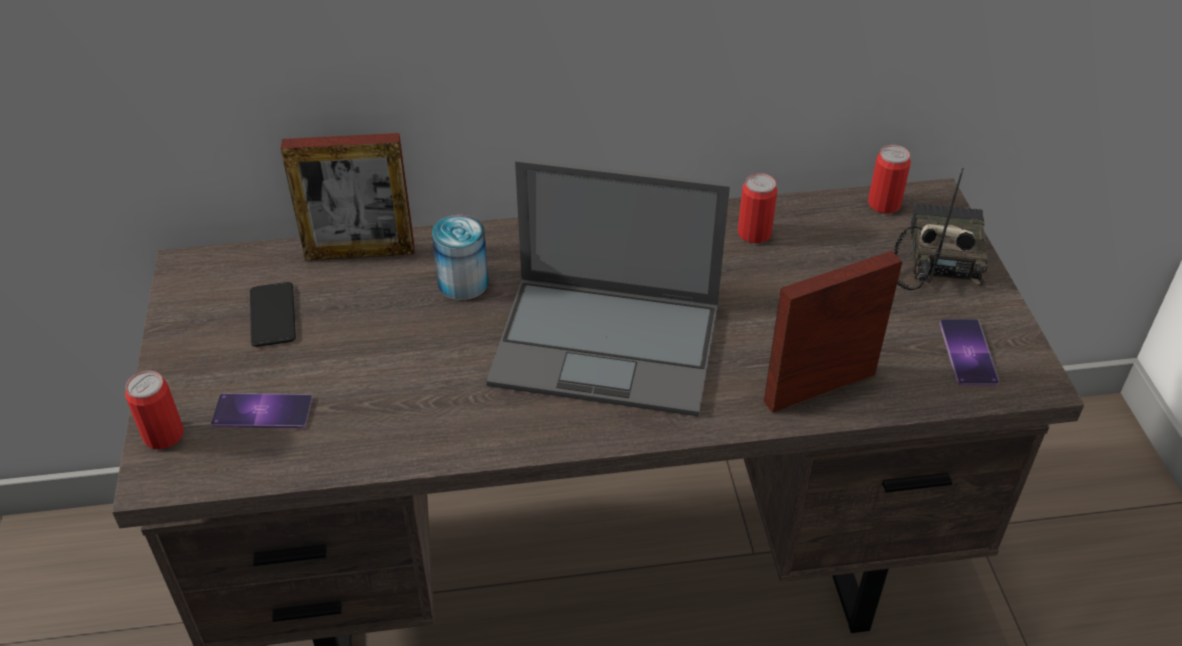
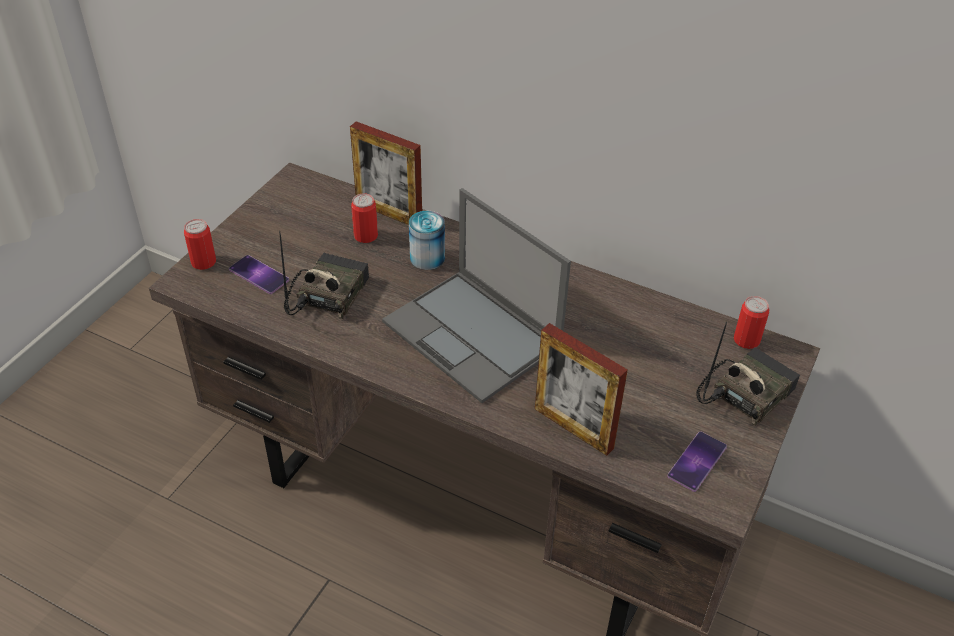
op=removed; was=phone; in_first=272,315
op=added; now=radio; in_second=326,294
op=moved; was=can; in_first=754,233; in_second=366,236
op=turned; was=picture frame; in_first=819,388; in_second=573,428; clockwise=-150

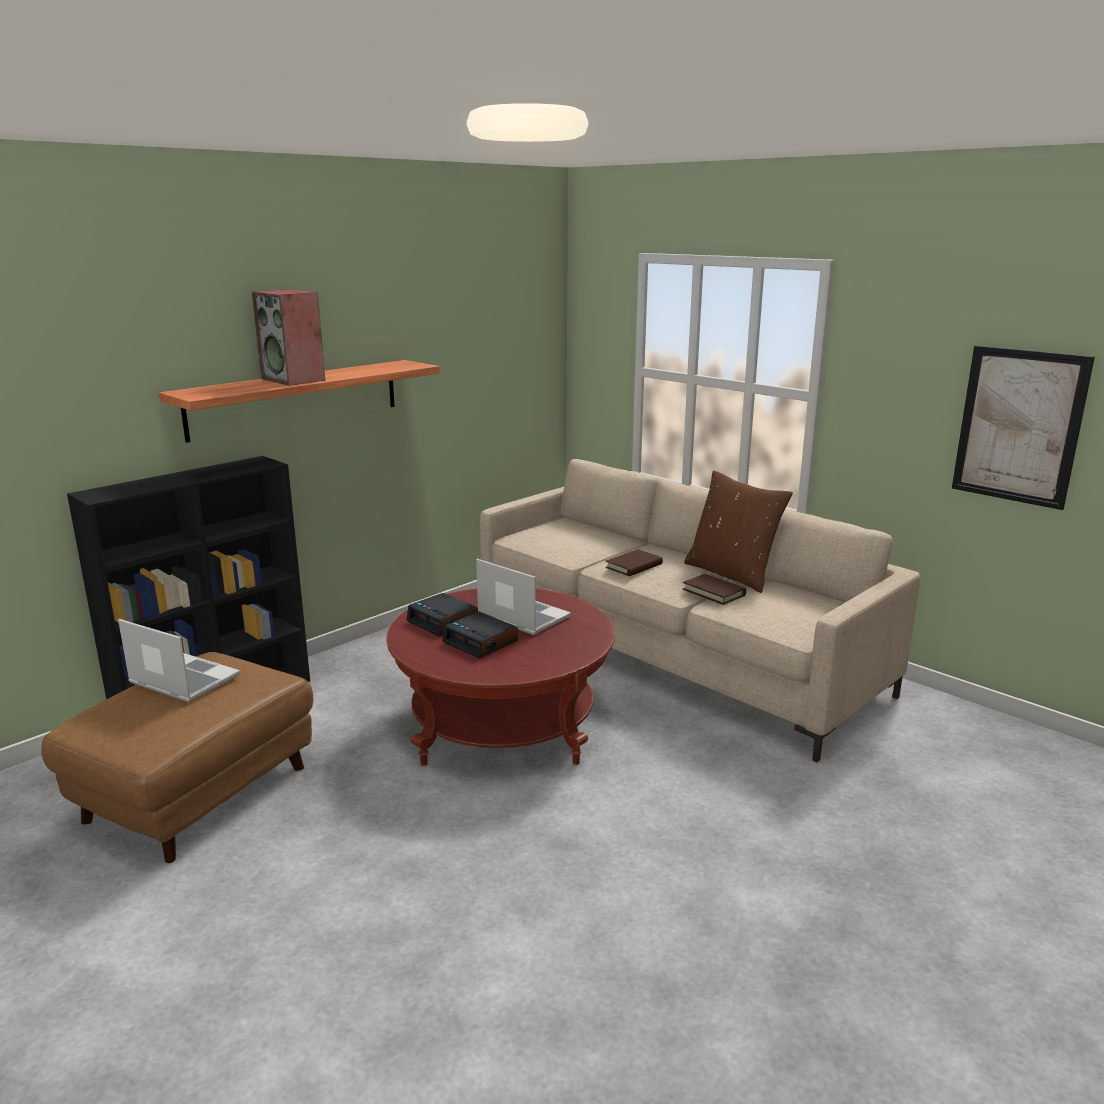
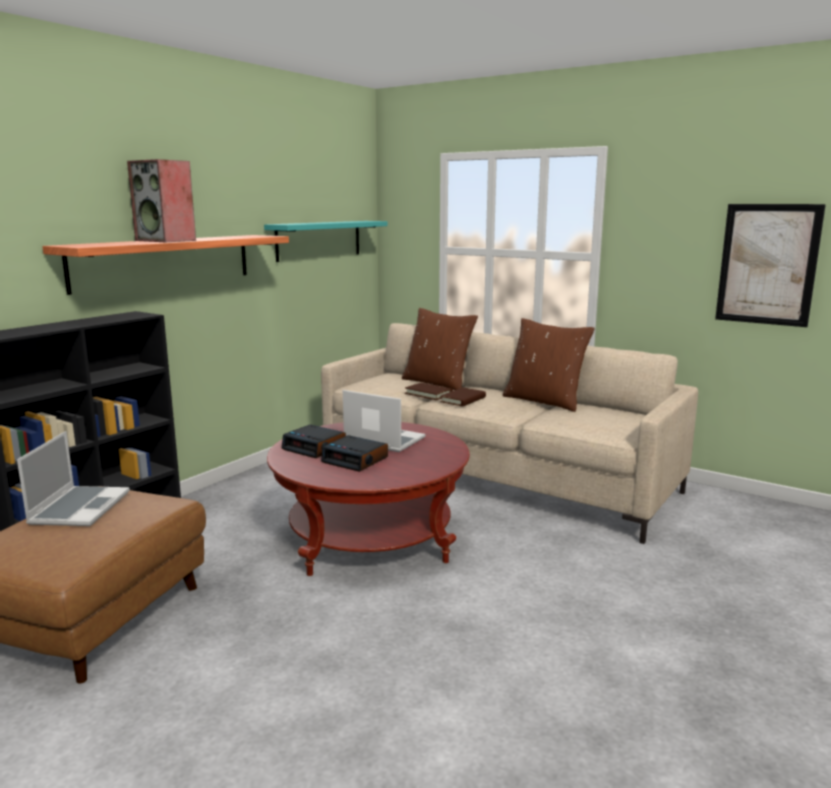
op=added; now=turquoise shelf; in_second=319,240
op=added; now=brown pillow; in_second=438,383
op=moved; was=brown book; in_first=714,592; in_second=428,394
op=turned; was=laptop; in_first=182,680; in_second=79,507; clockwise=75

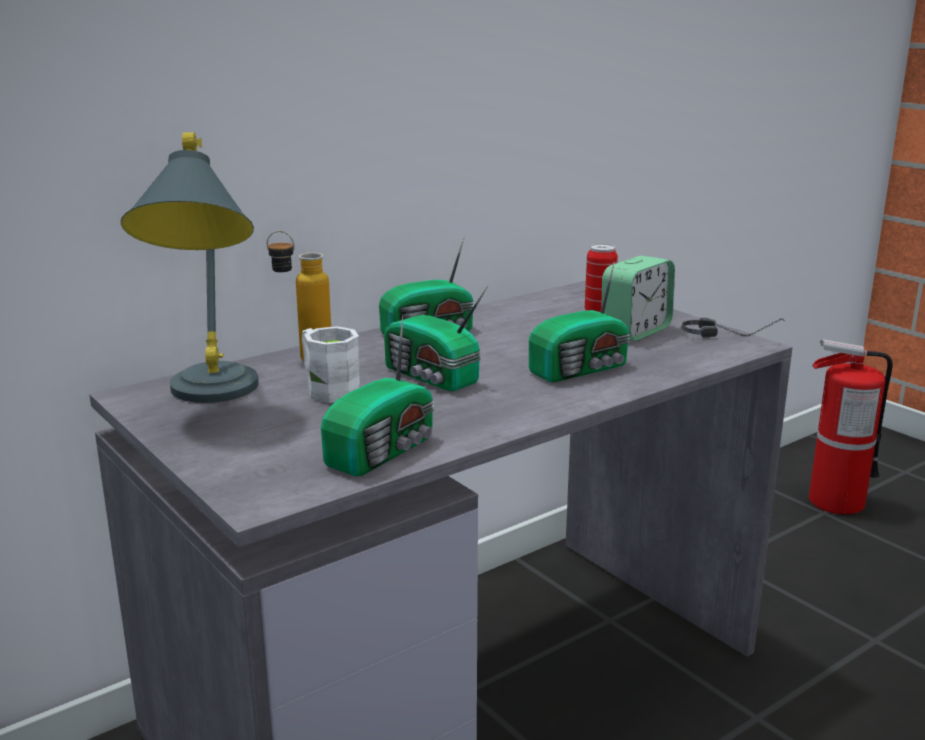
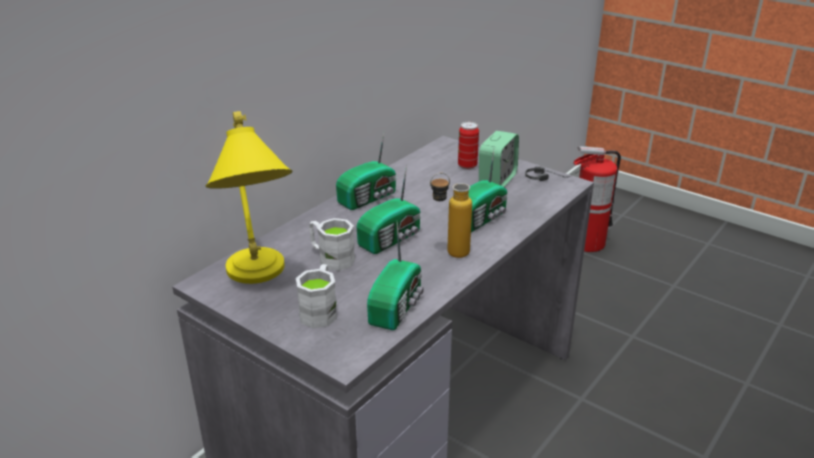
op=added; now=white mug; in_second=320,310
op=moved; was=bottle; in_first=303,358; in_second=449,253
op=recoloured; was=grey table lamp; now=yellow table lamp; in_first=208,399; in_second=258,279
op=turned; was=radio; in_first=431,377; in_second=392,239; clockwise=-75

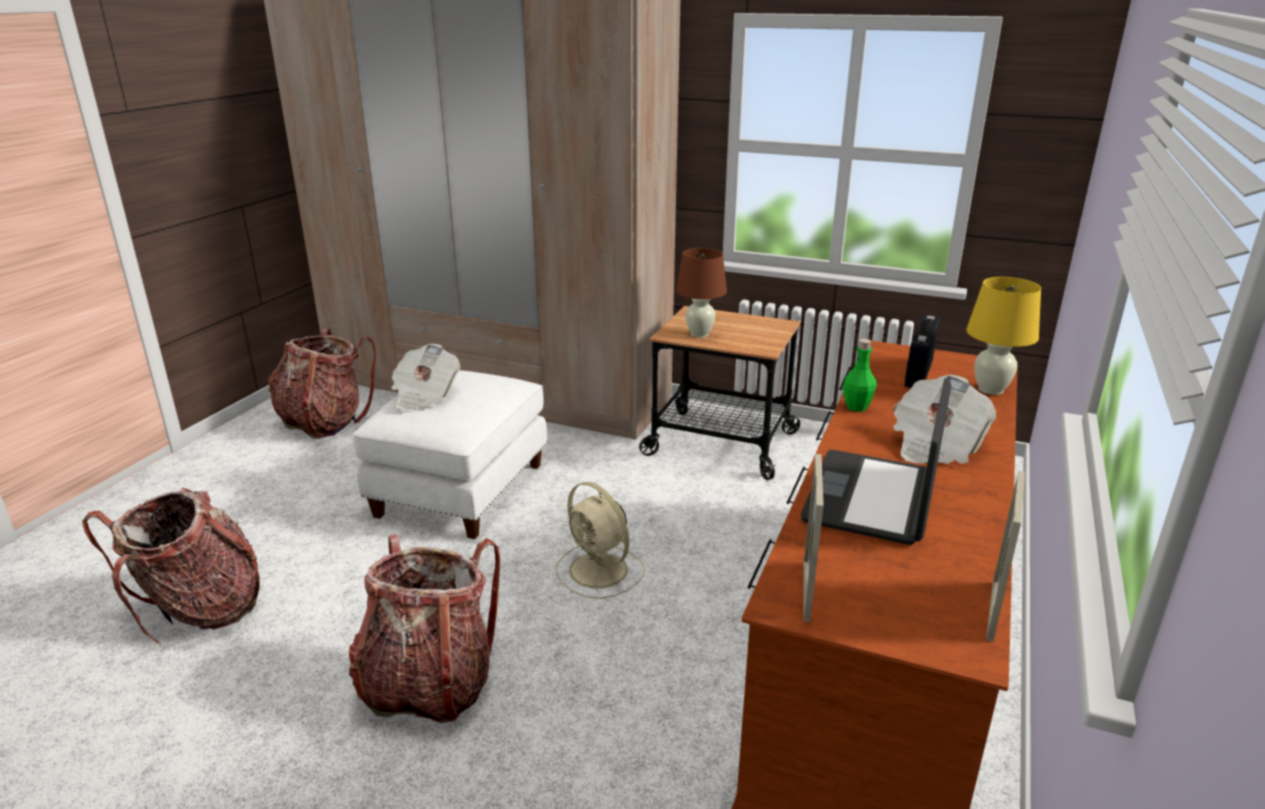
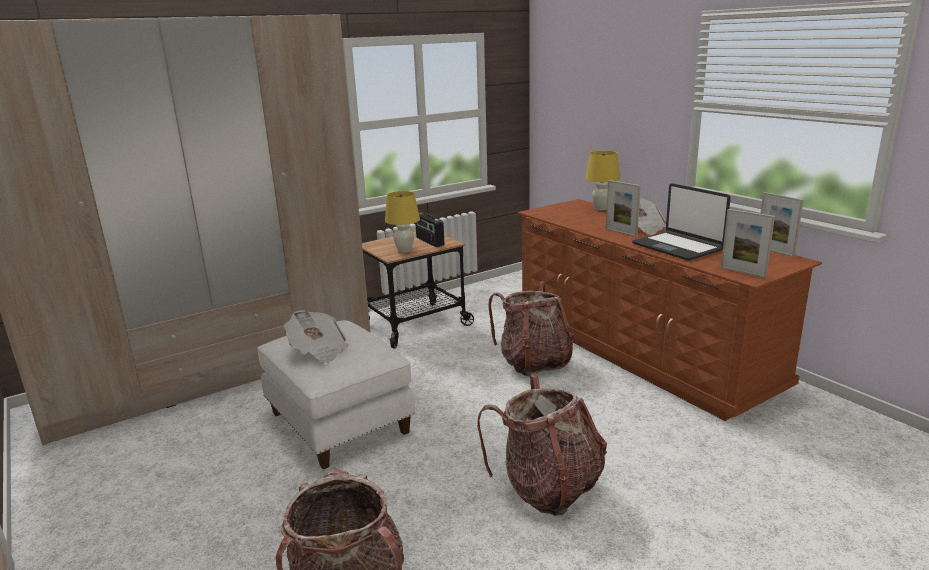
op=removed; was=beige fan; in_first=600,571
op=removed; was=green bottle; in_first=857,407
op=added; now=picture frame; in_second=621,233
op=moved; was=backpack; in_first=325,422; in_second=534,362
op=moved; was=radio; in_first=917,373; in_second=429,242
op=recoloured; was=brown table lamp; now=yellow table lamp; in_first=699,334; in_second=404,250

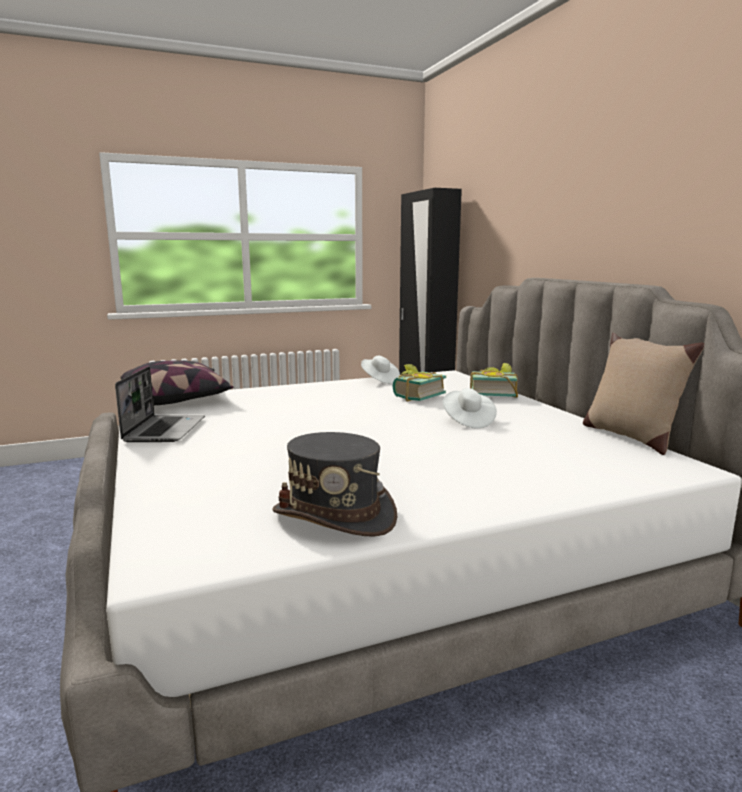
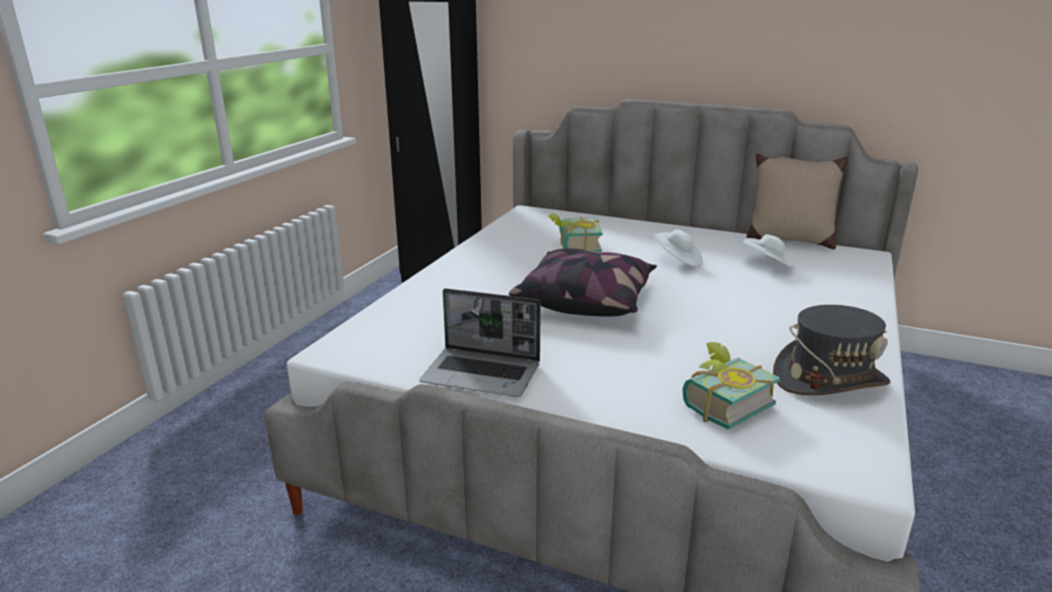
op=moved; was=pillow; in_first=177,399; in_second=585,300
op=moved; was=white hat; in_first=380,380; in_second=767,266
op=moved; was=book; in_first=492,393; in_second=720,404
op=turned; was=laptop; in_first=164,430; in_second=483,374; clockwise=150

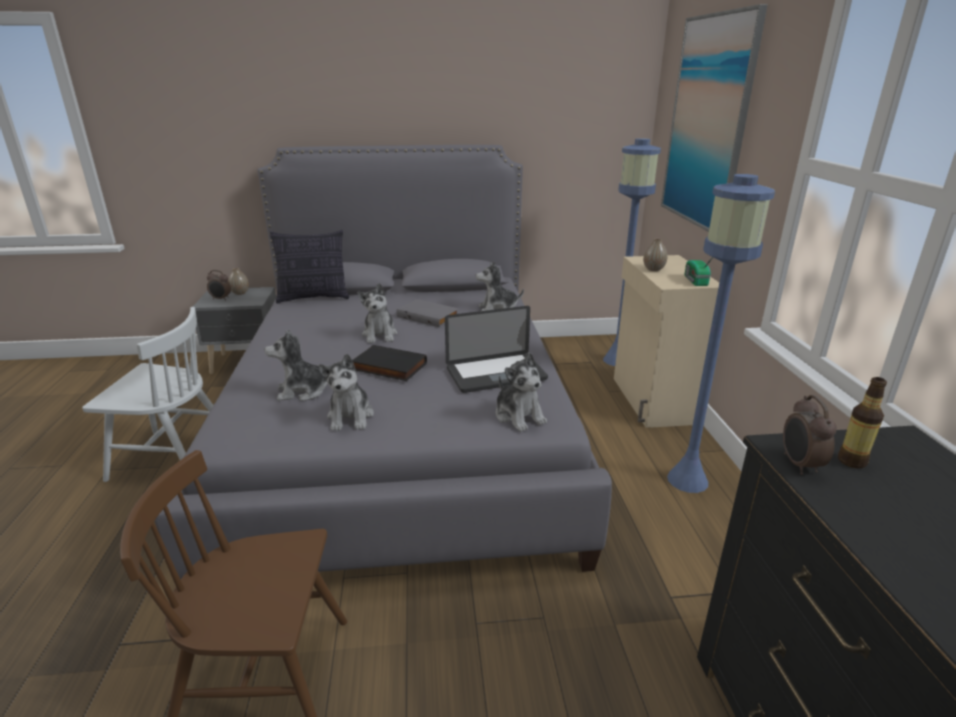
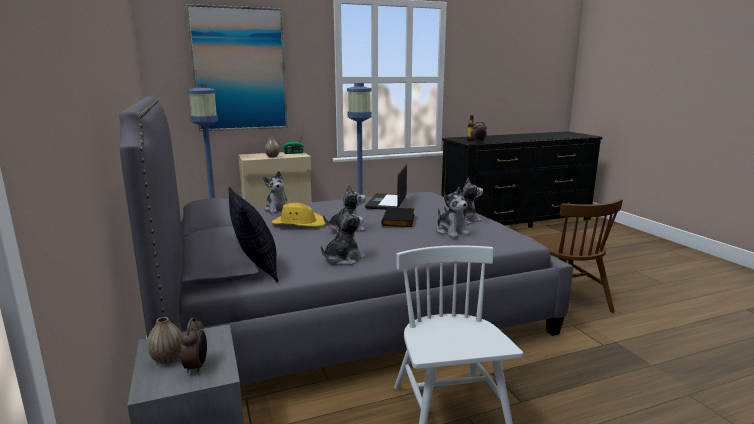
op=moved; was=plush toy; in_first=519,416; in_second=343,259
op=replaced; was=grey book; now=yellow hat; in_first=429,316; in_second=299,223
op=turned; was=laptop; in_first=496,374; in_second=386,202; clockwise=-135

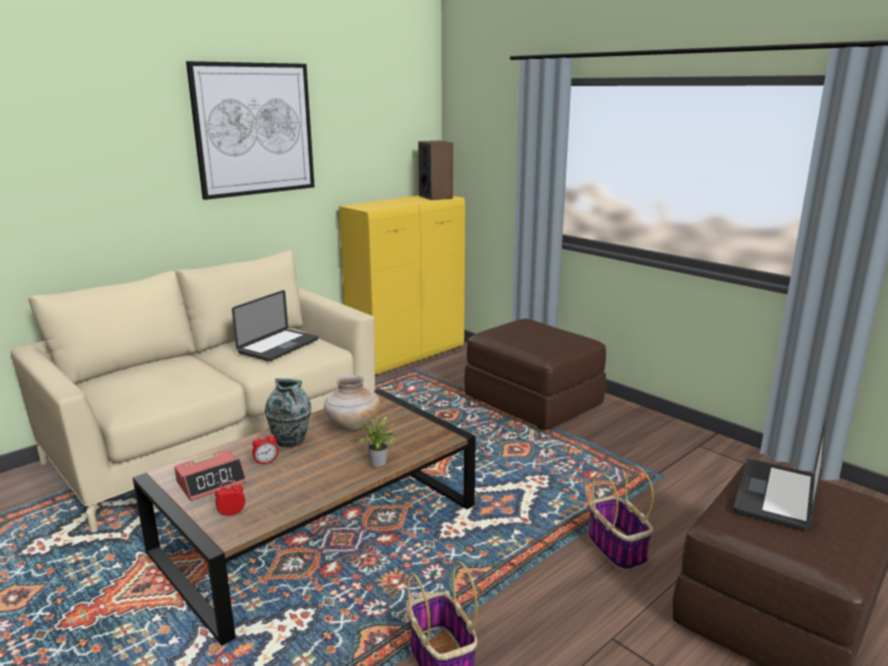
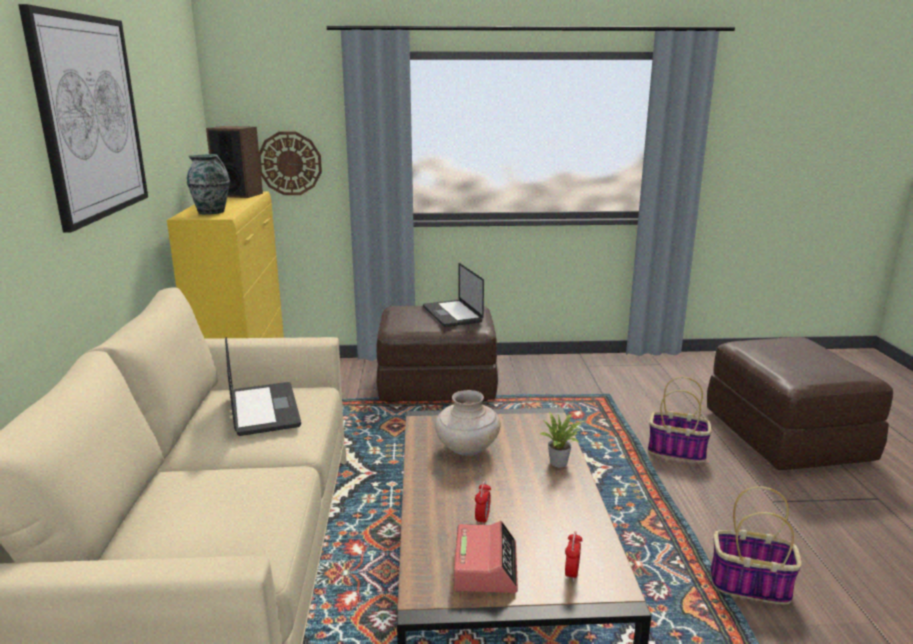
op=added; now=wall clock; in_second=290,163
op=moved; was=vase; in_first=291,441; in_second=212,212
op=moved; was=laptop; in_first=775,495; in_second=452,314

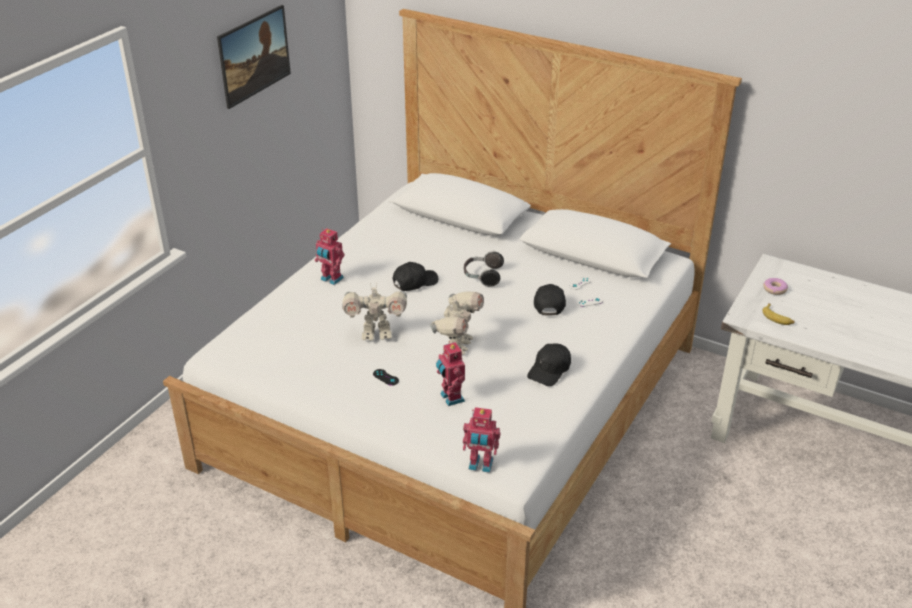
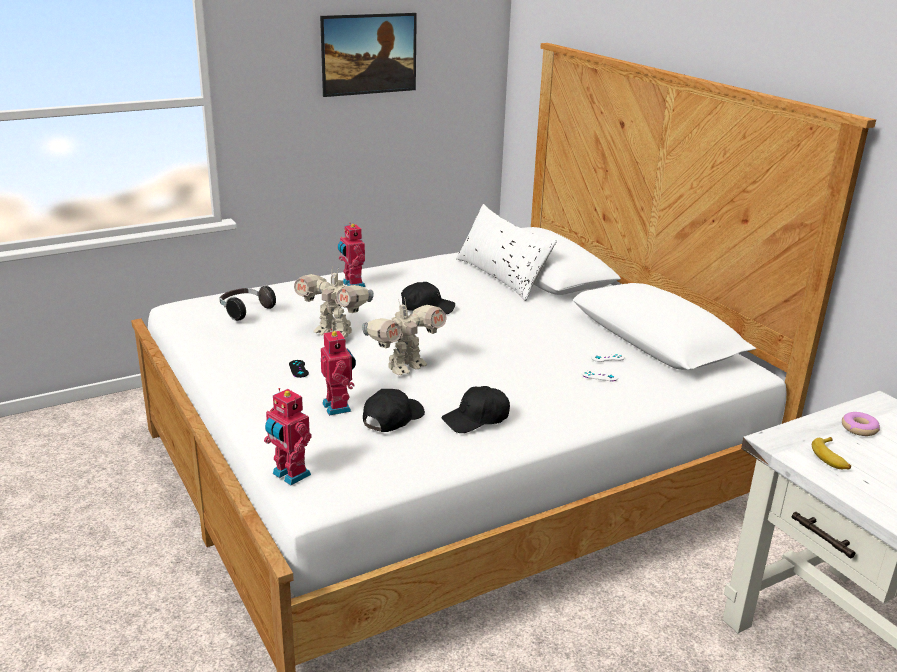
op=added; now=white pillow; in_second=501,276
op=moved; was=headphones; in_first=482,276; in_second=245,311
op=moved; was=black cap; in_first=549,304; in_second=392,418
op=turned; was=toy robot; in_first=450,398; in_second=339,407; clockwise=150

